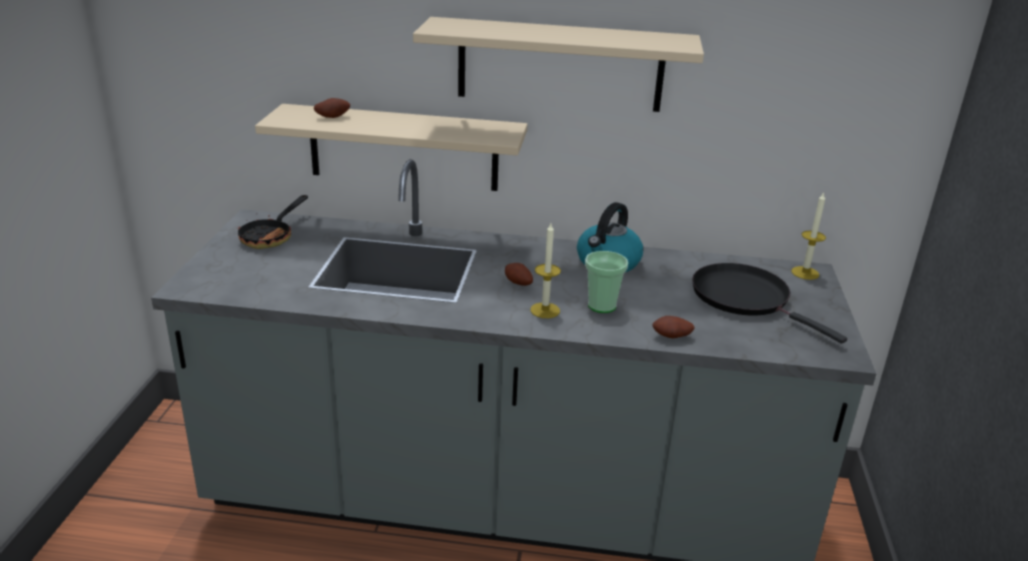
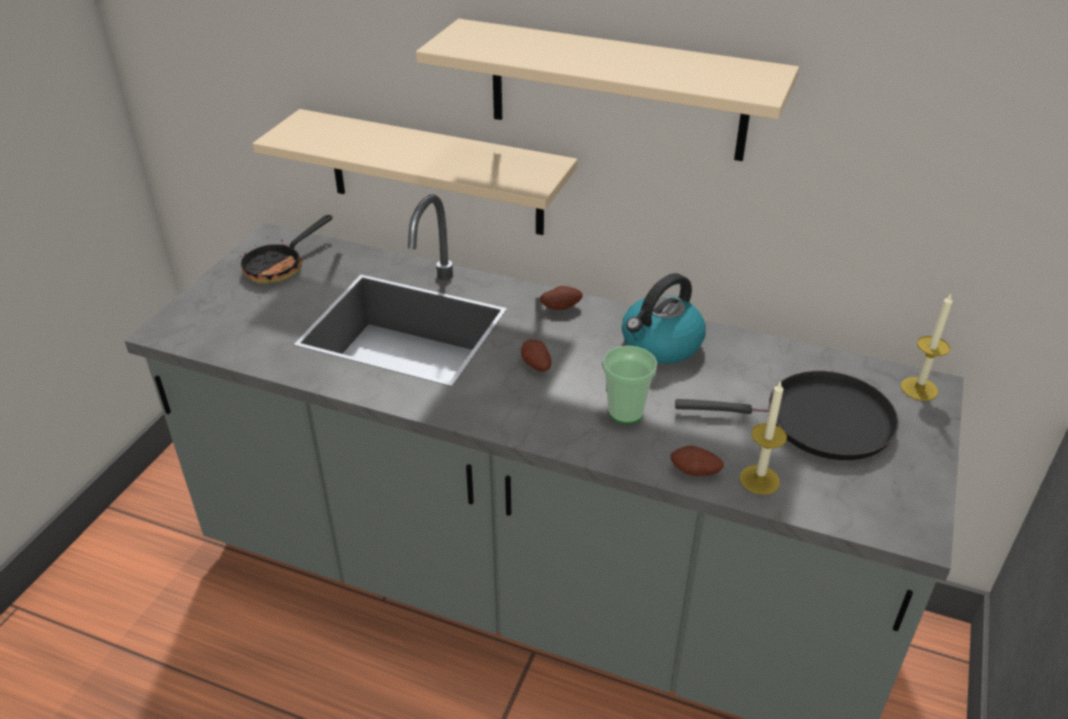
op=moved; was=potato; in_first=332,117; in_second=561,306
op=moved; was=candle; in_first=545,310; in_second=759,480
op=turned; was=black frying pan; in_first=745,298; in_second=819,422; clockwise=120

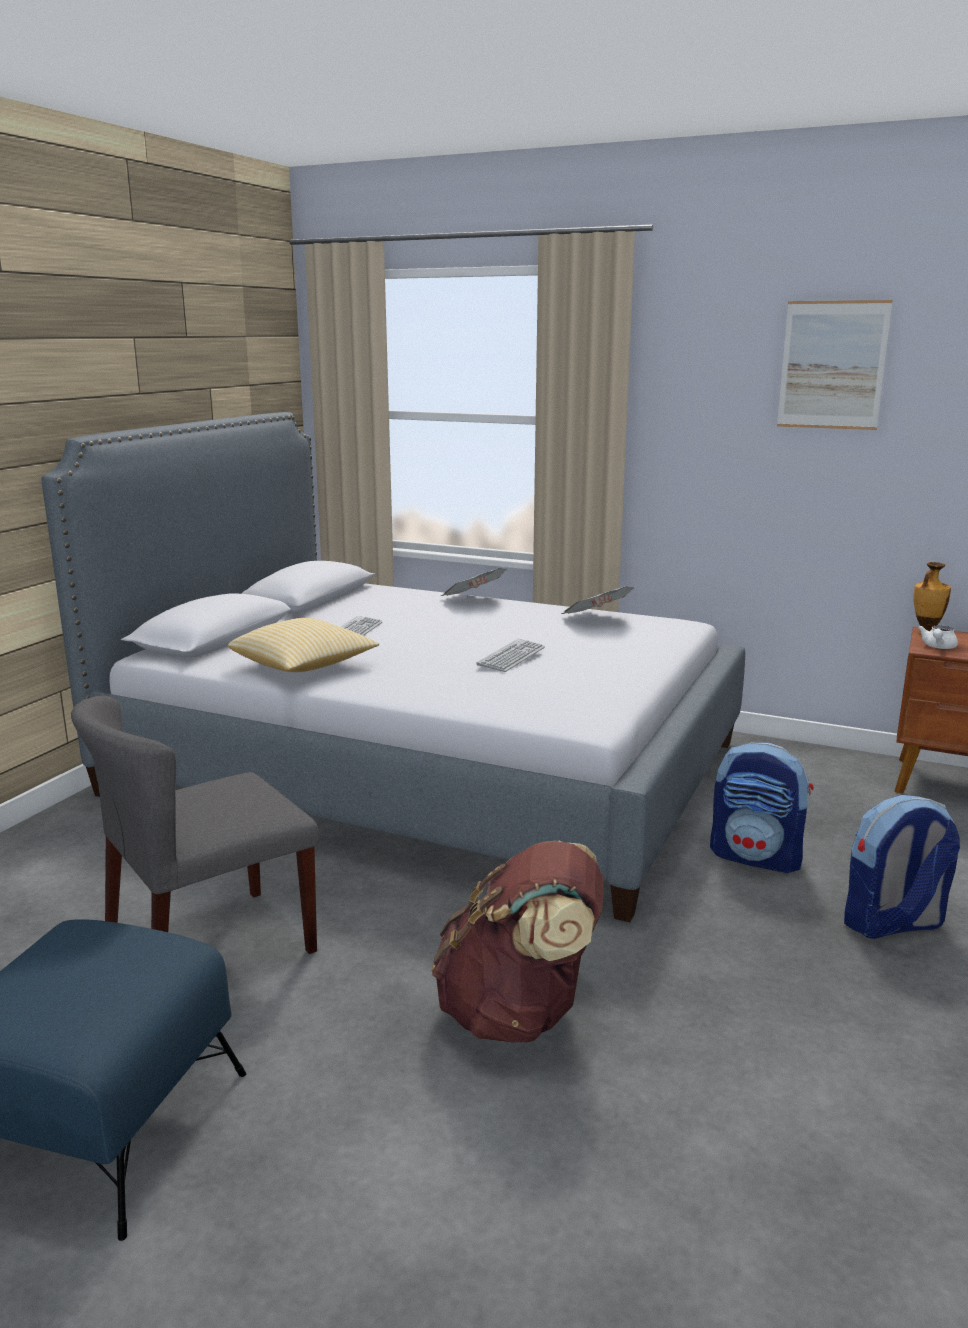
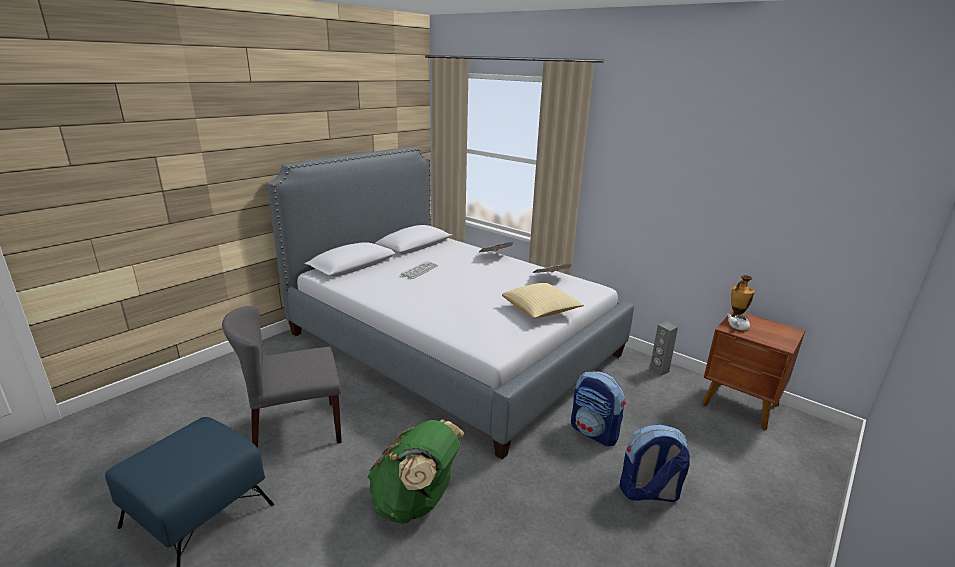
op=removed; was=keyboard; in_first=511,657
op=removed; was=picture; in_first=832,365
op=added; now=grey speaker; in_second=659,370
op=moved; was=pillow; in_first=304,666; in_second=540,311
op=recoloured; was=brown backpack; now=green backpack; in_first=519,1013; in_second=416,502

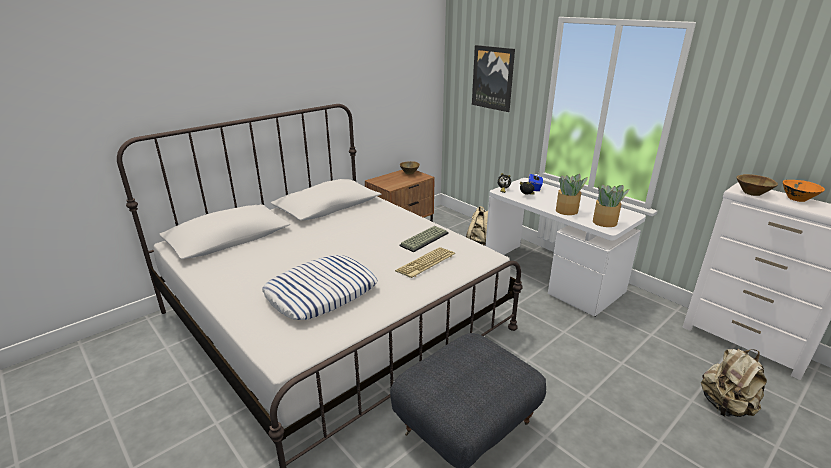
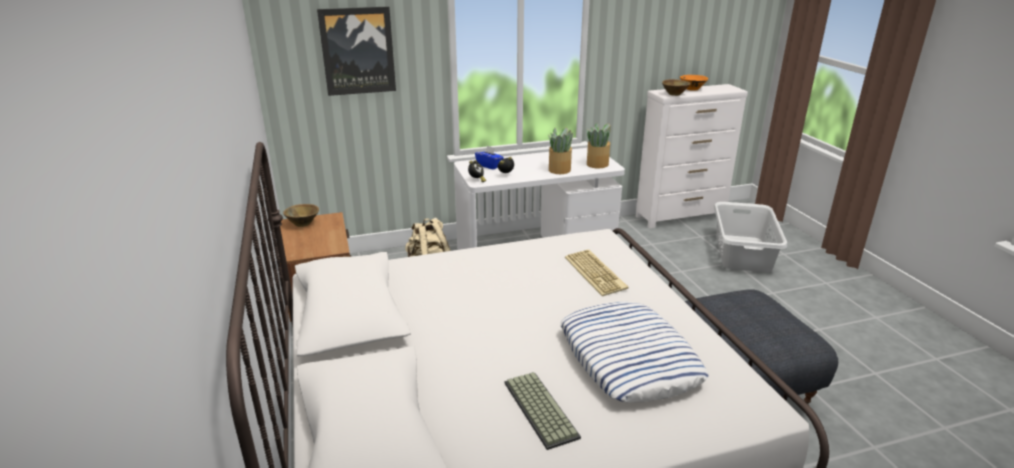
op=moved; was=keyboard; in_first=424,239; in_second=538,409
op=replaced; was=beige backpack; now=grey laundry basket; in_first=726,406; in_second=743,253

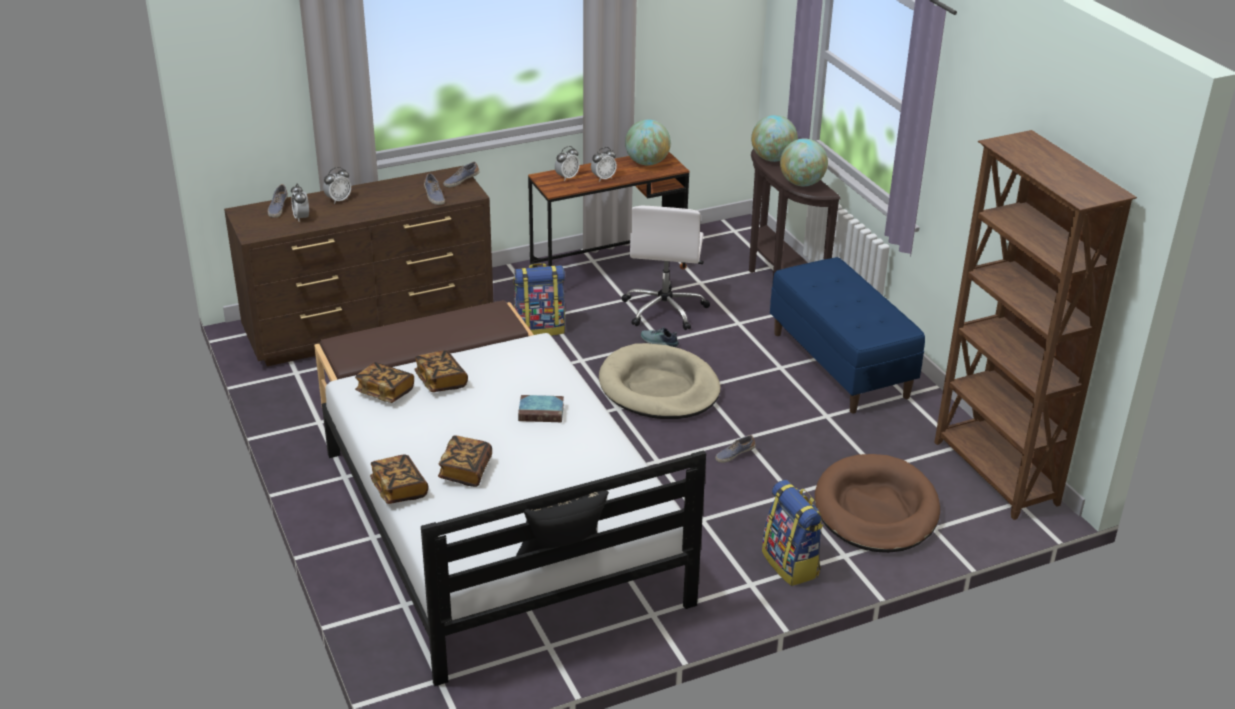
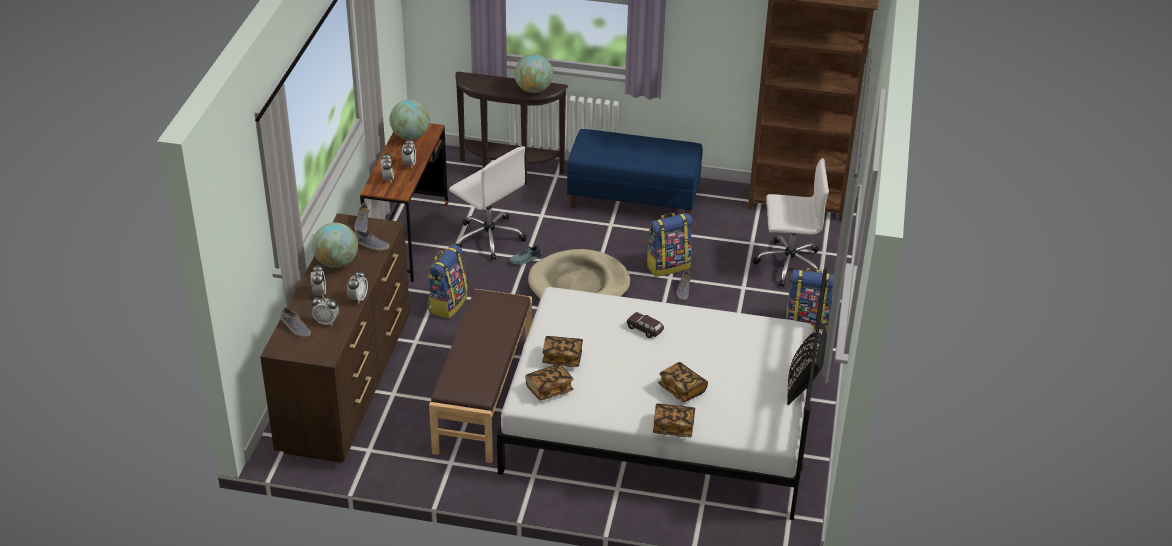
op=added; now=alarm clock; in_second=358,298
op=added; now=backpack; in_second=668,265
op=moved; was=globe; in_first=772,159; in_second=336,263
op=replaced; was=book; now=brown toy car; in_first=542,412; in_second=644,329
op=replaced; was=brown dog bed; now=white office chair; in_first=876,509; in_second=788,264

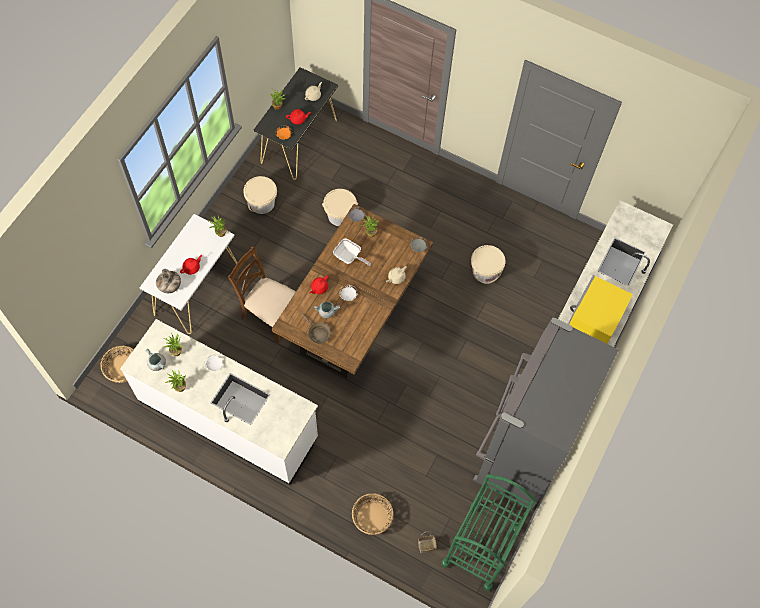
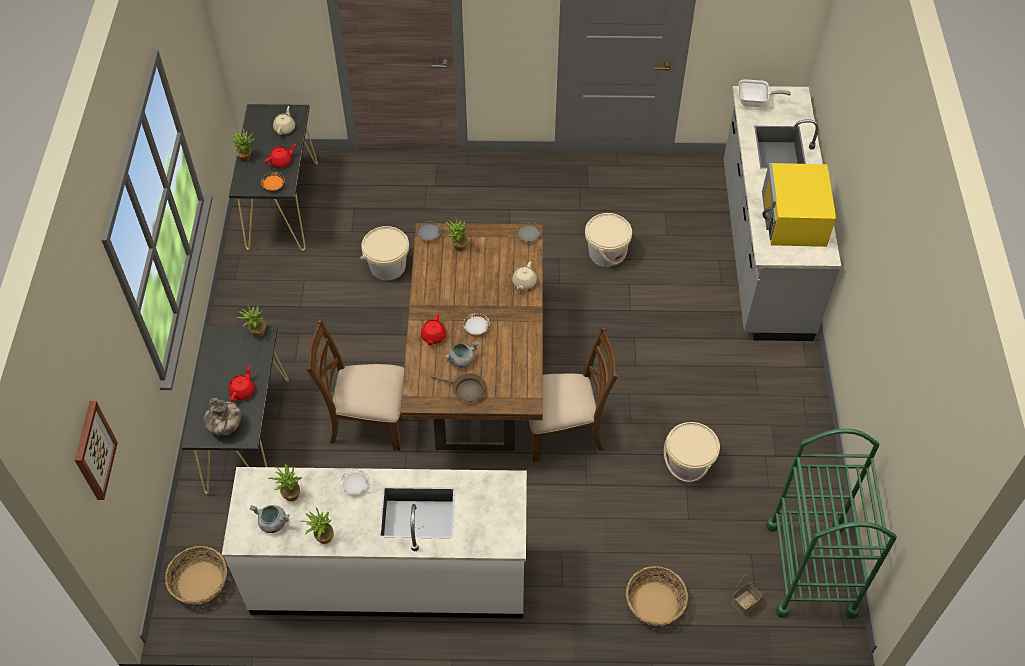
op=removed; was=grey fridge; in_first=521,451
op=added; now=picture; in_second=93,450
op=added; now=brown chair; in_second=564,431
op=moved; was=beige bucket; in_first=262,203; in_second=688,464
op=moved; was=frying pan; in_first=349,258; in_second=755,102
op=recoloured; was=white console table; now=black console table; in_first=196,289; in_second=248,434

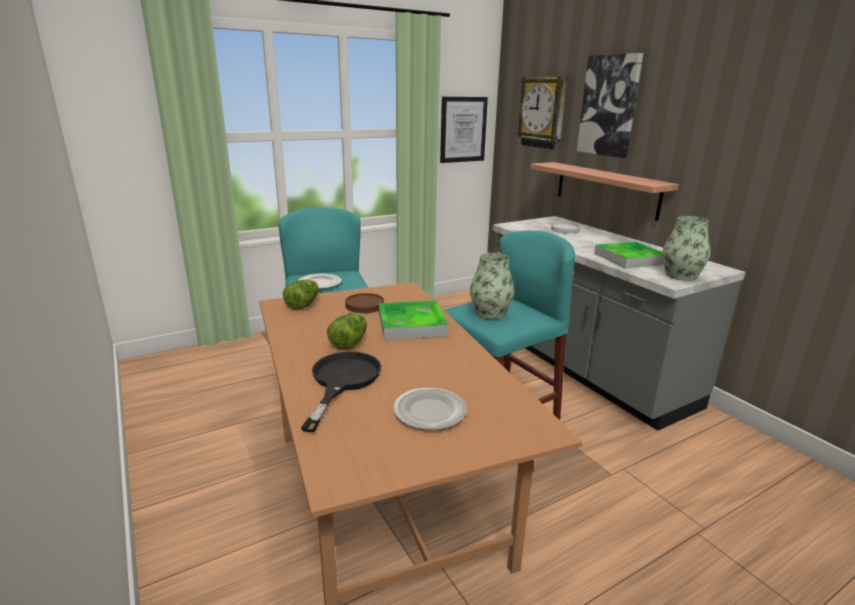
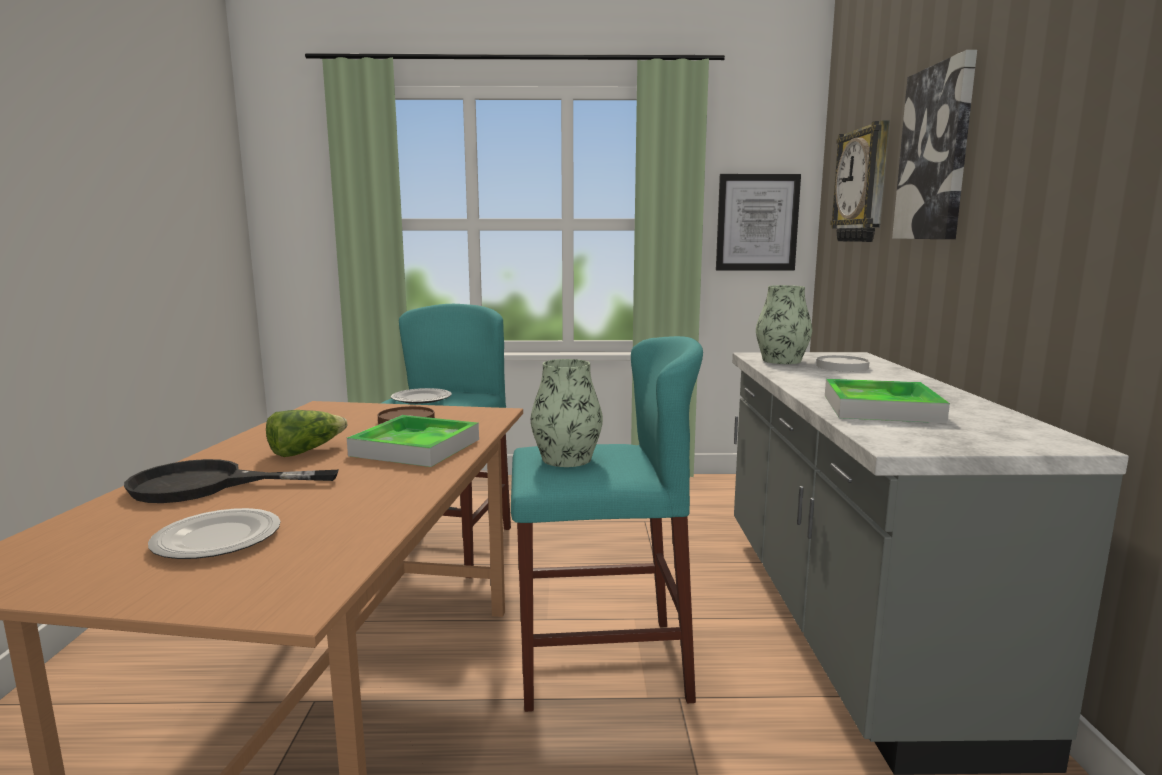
op=removed; was=lettuce; in_first=303,304
op=removed; was=shelf; in_first=606,189
op=moved; was=vase; in_first=680,275; in_second=781,360
op=turned; was=black frying pan; in_first=342,381; in_second=206,485; clockwise=-135

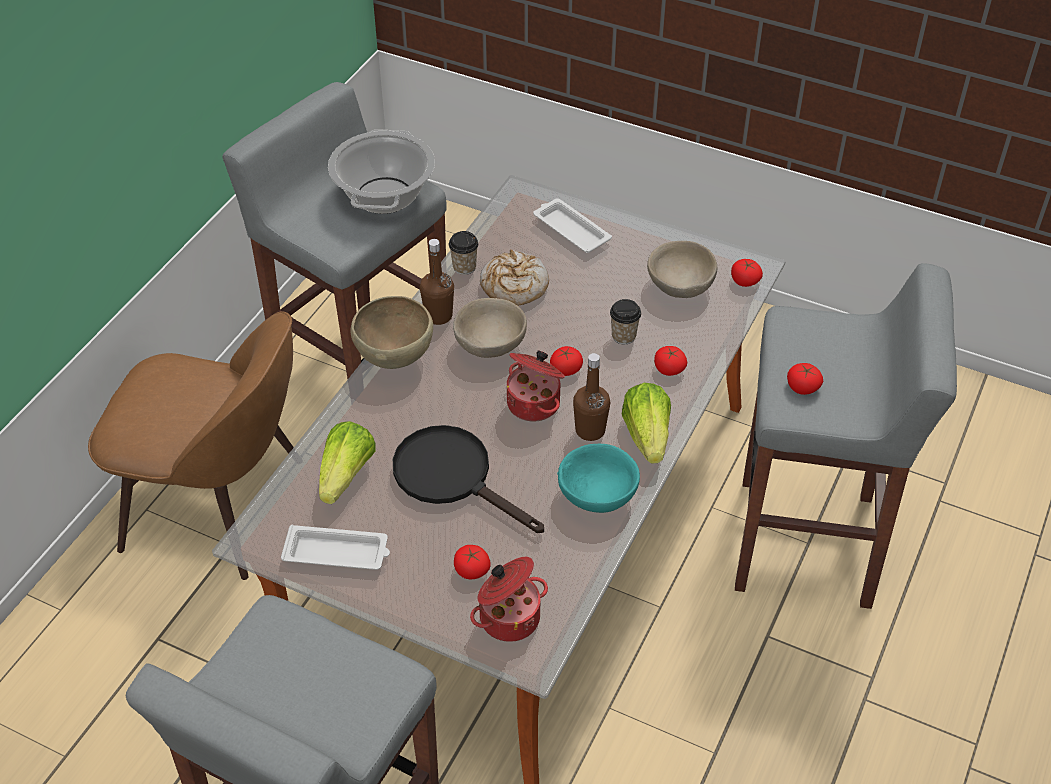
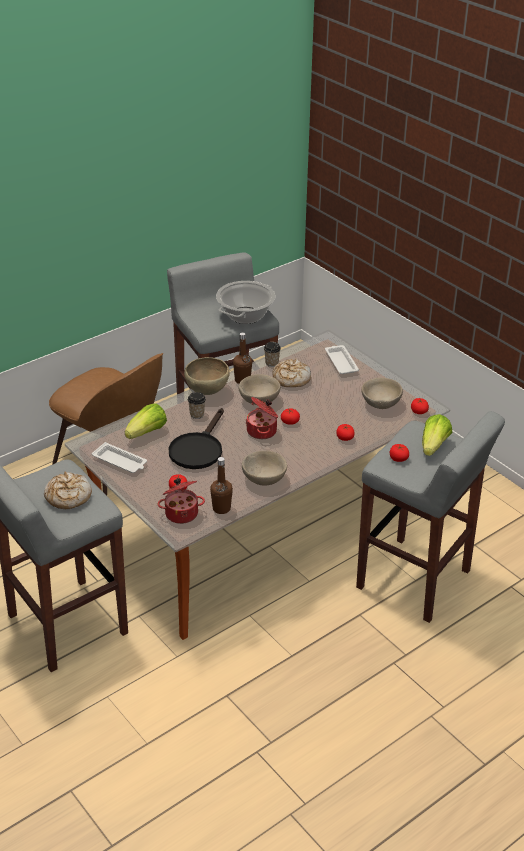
op=added; now=bread; in_second=68,496
op=moved; was=brown bottle; in_first=590,430; in_second=221,508
op=moved; was=cup; in_first=623,336; in_second=197,414
op=moved; was=lettuce; in_first=647,436; in_second=434,446
op=recoloured; was=turquoise bowl; now=beige bowl; in_first=598,495; in_second=264,479
op=turned; was=black frying pan; in_first=453,477; in_second=198,449; clockwise=-135

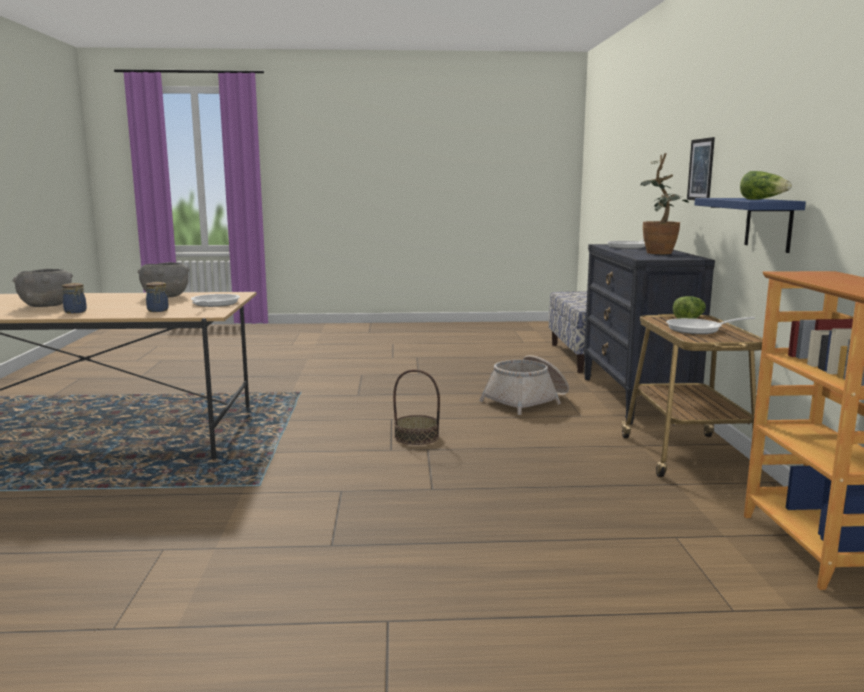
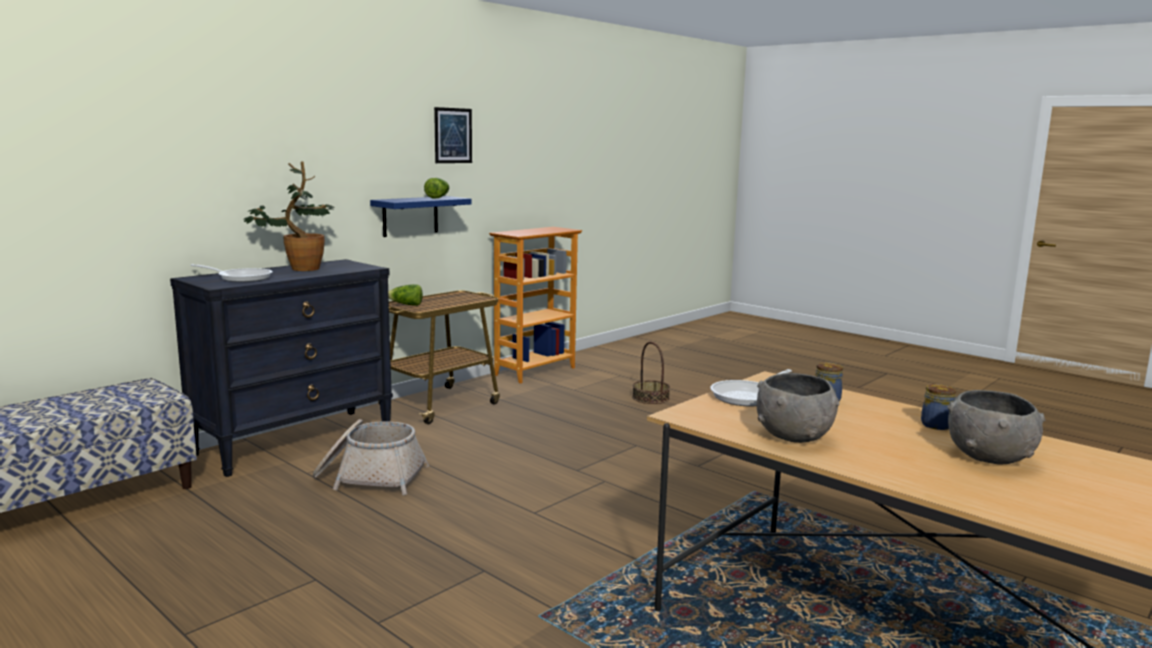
op=removed; was=frying pan; in_first=699,329
op=moved; was=basket; in_first=416,437; in_second=650,398
op=moved; was=picture; in_first=700,169; in_second=453,135

